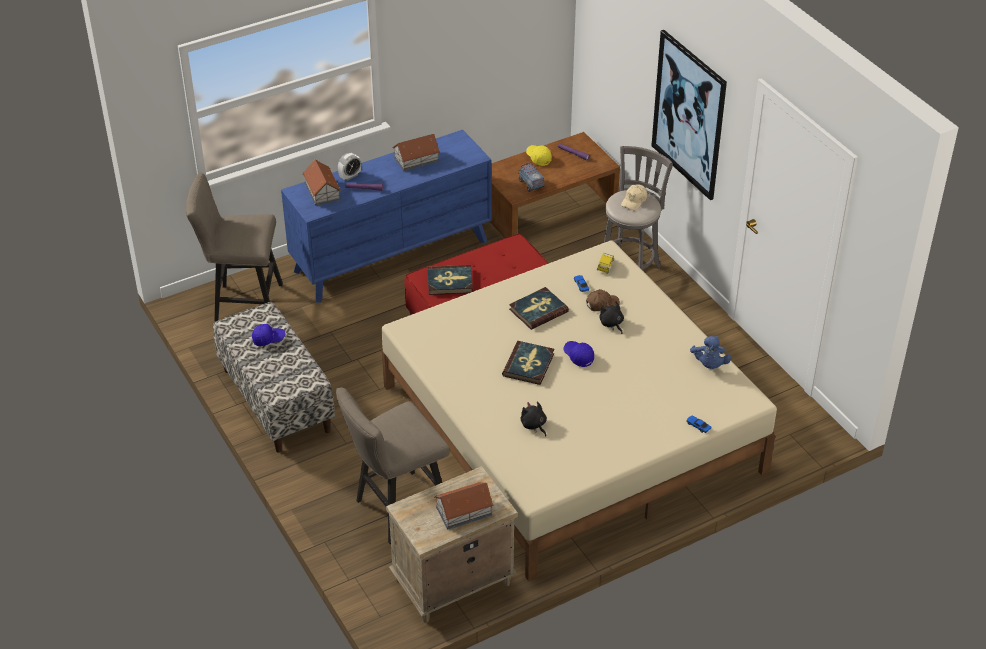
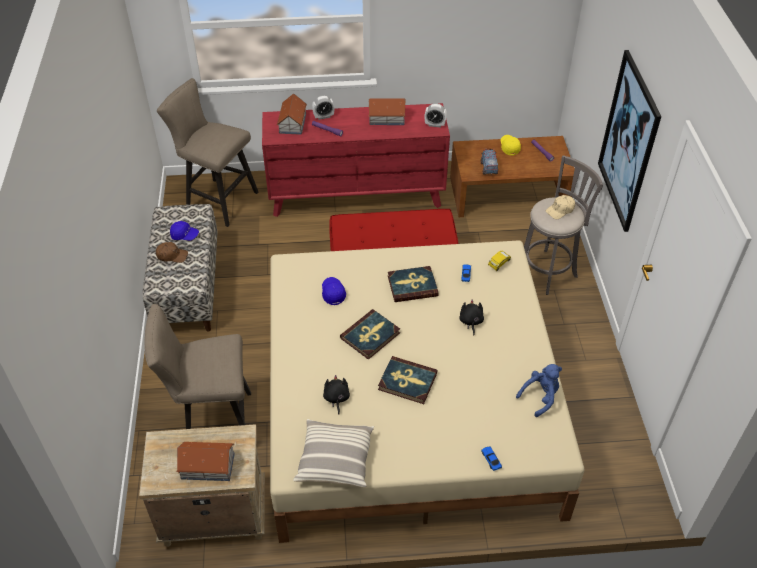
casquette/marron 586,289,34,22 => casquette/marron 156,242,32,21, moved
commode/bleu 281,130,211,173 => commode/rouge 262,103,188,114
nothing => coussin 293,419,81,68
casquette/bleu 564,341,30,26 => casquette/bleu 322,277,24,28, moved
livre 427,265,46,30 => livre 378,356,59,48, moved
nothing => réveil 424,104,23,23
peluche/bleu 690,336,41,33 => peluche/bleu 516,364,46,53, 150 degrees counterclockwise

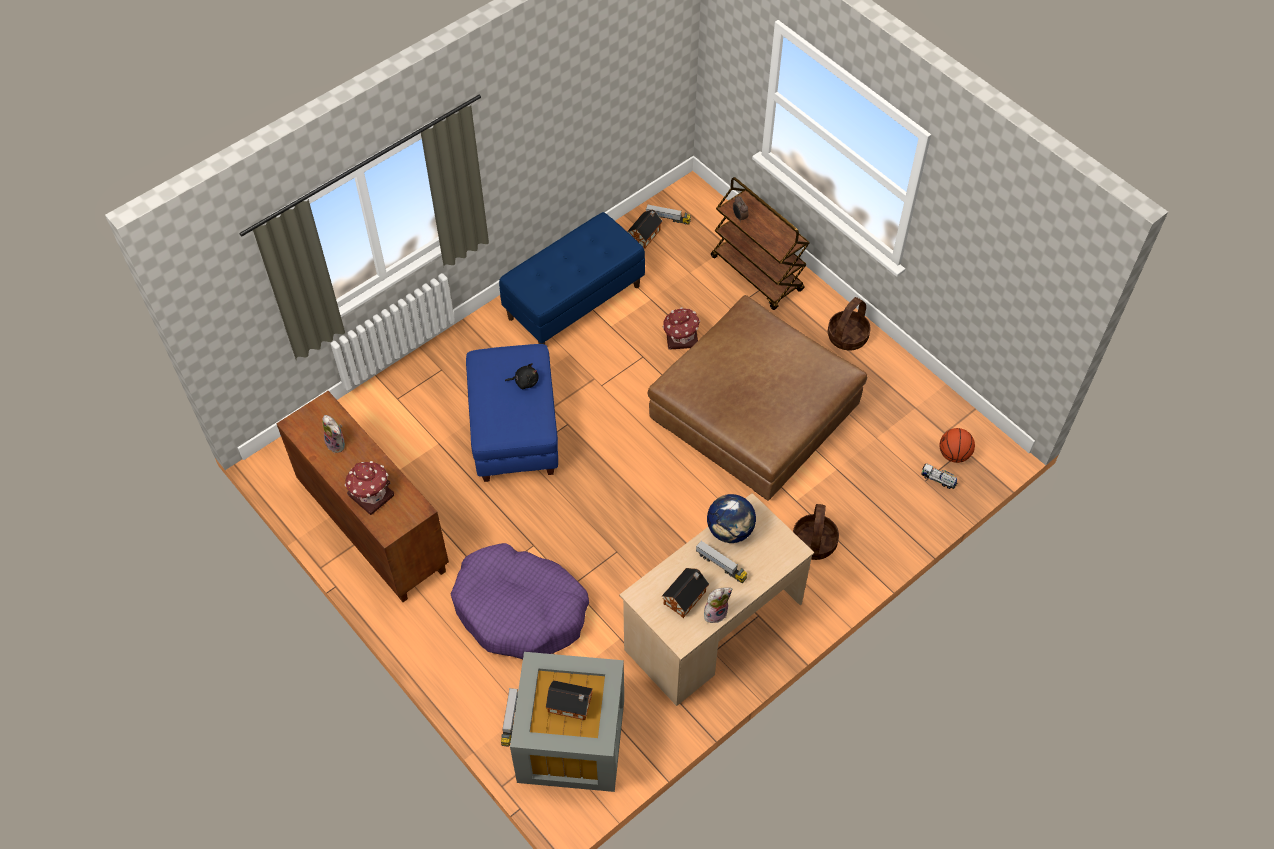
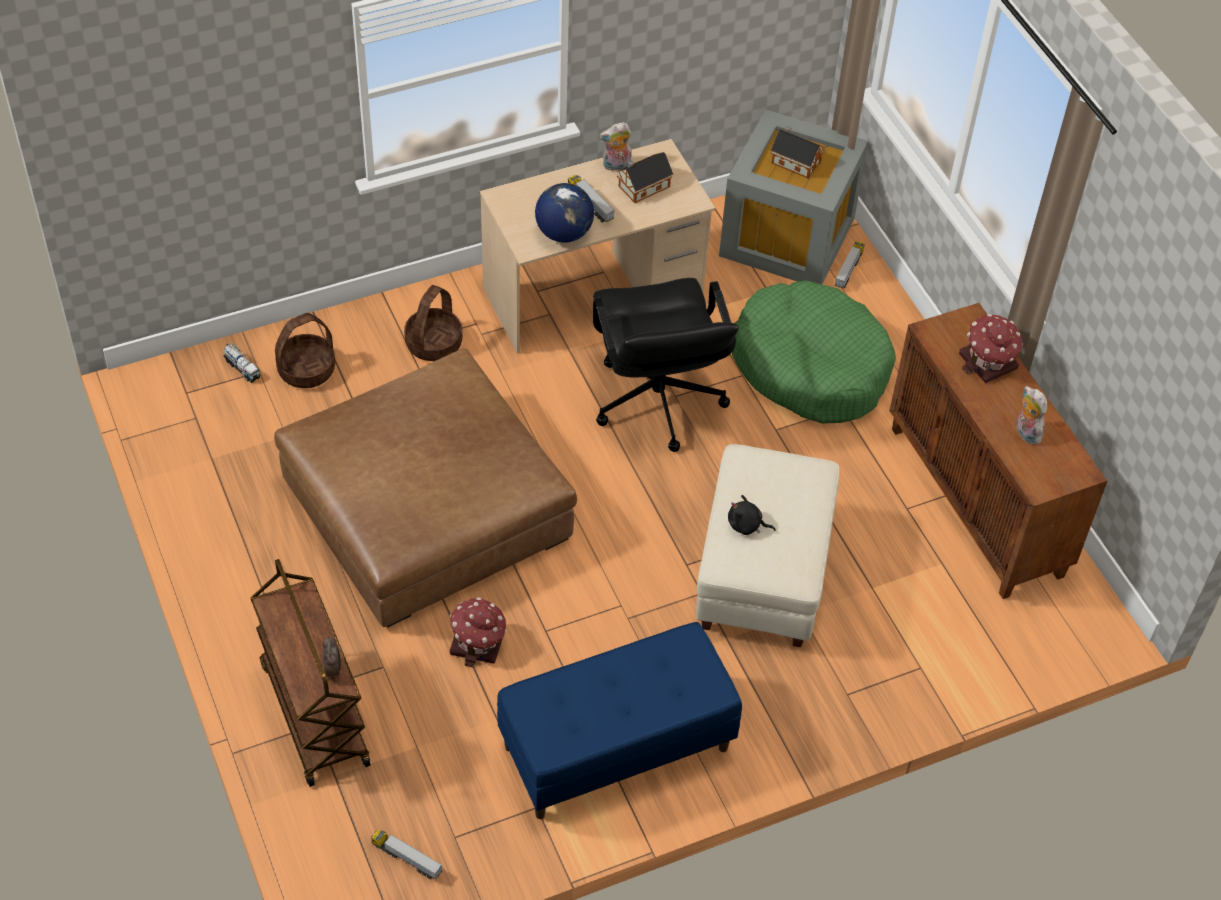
panier 828,297,43,53 => panier 275,313,60,75, moved
nothing => chaise de bureau/noir 593,278,146,174
pouf/bleu 466,344,92,138 => pouf/beige 696,444,144,203
panier pour chien/violet 451,543,138,116 => panier pour chien/vert 732,280,164,144
maison miniature 627,209,36,40 => nothing
ballon de basket 939,428,36,35 => nothing

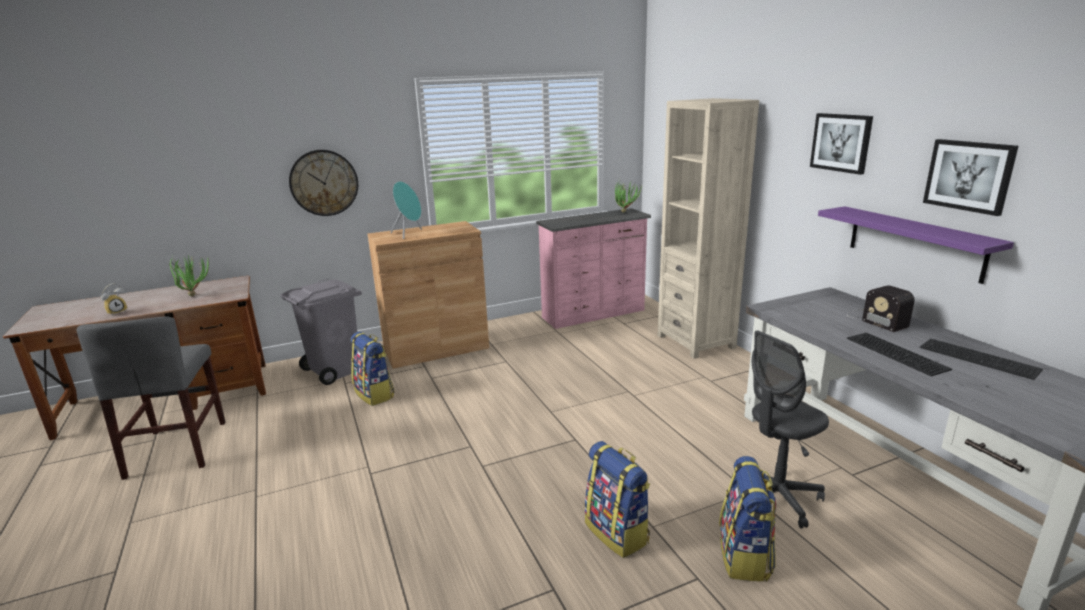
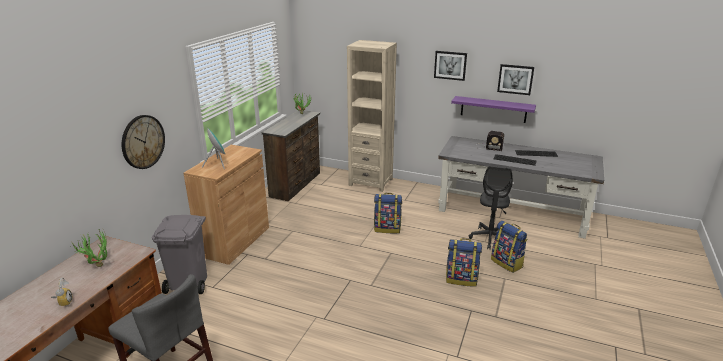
commode/rose 536,208,115,121 => commode/marron 262,110,58,91
sac à dos 350,332,44,74 => sac à dos 374,193,28,40, moved

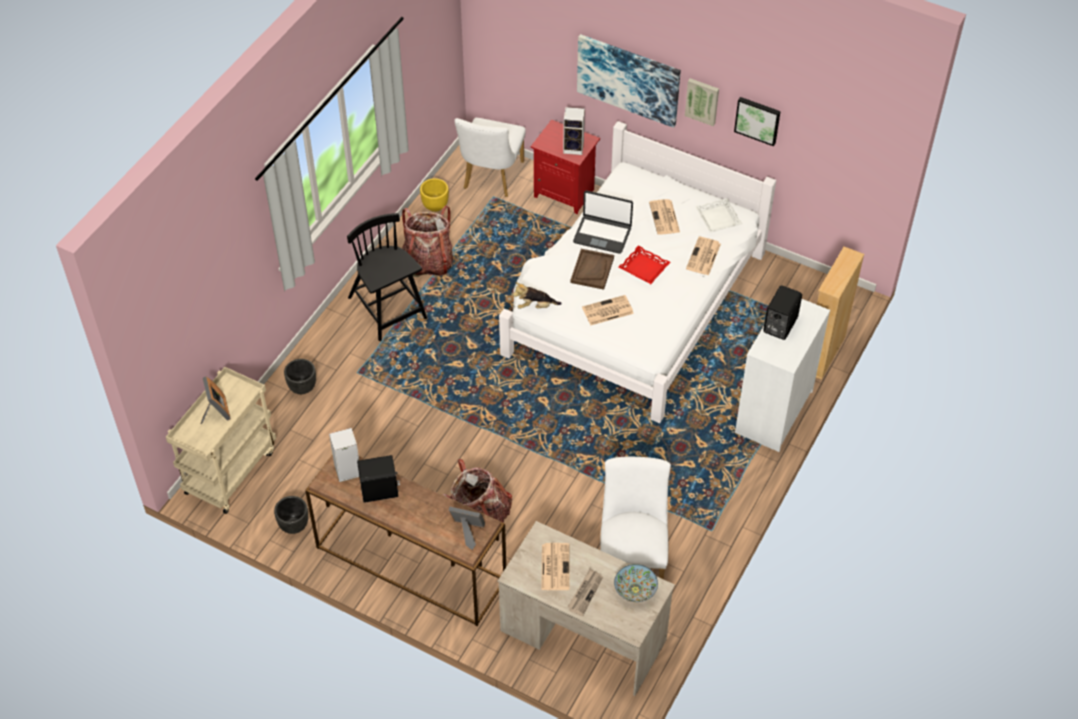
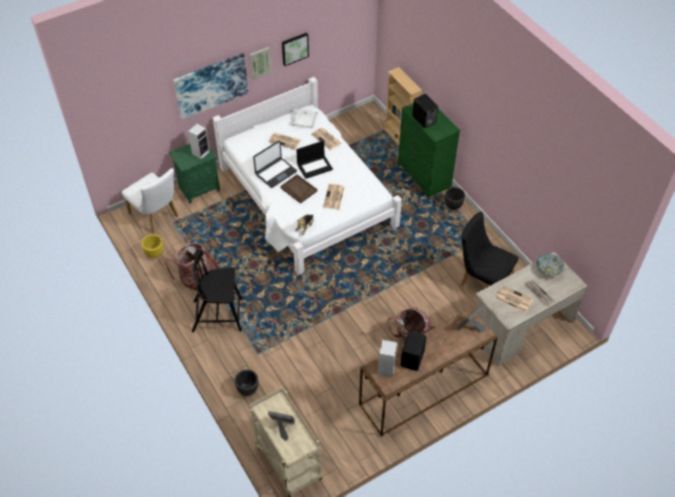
table de chevet/rouge 531,119,69,95 => table de chevet/vert 169,144,51,60
plateau/rouge 619,246,52,38 => ordinateur portable 296,141,37,38
commode/blanc 735,299,95,153 => commode/vert 398,103,62,95
cache-pot/noir 274,496,34,38 => cache-pot/noir 445,187,20,23, moved
chaise/blanc 600,457,71,122 => chaise/noir 460,212,58,74

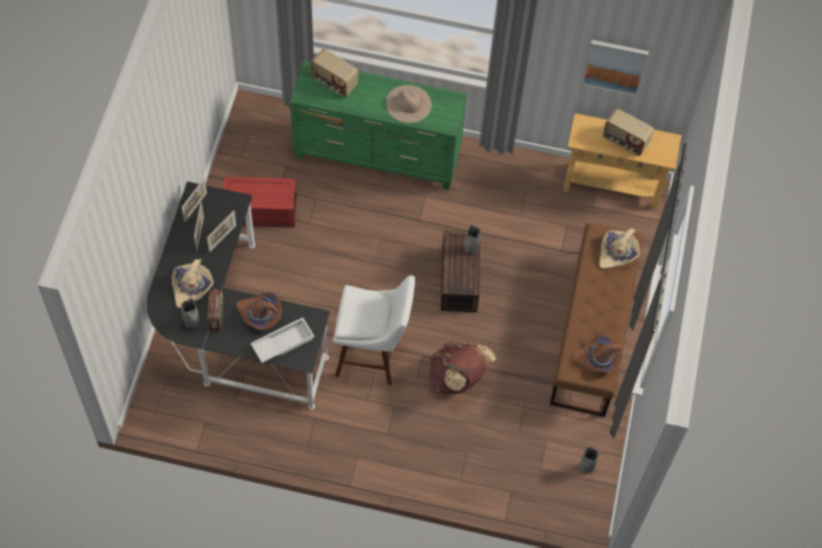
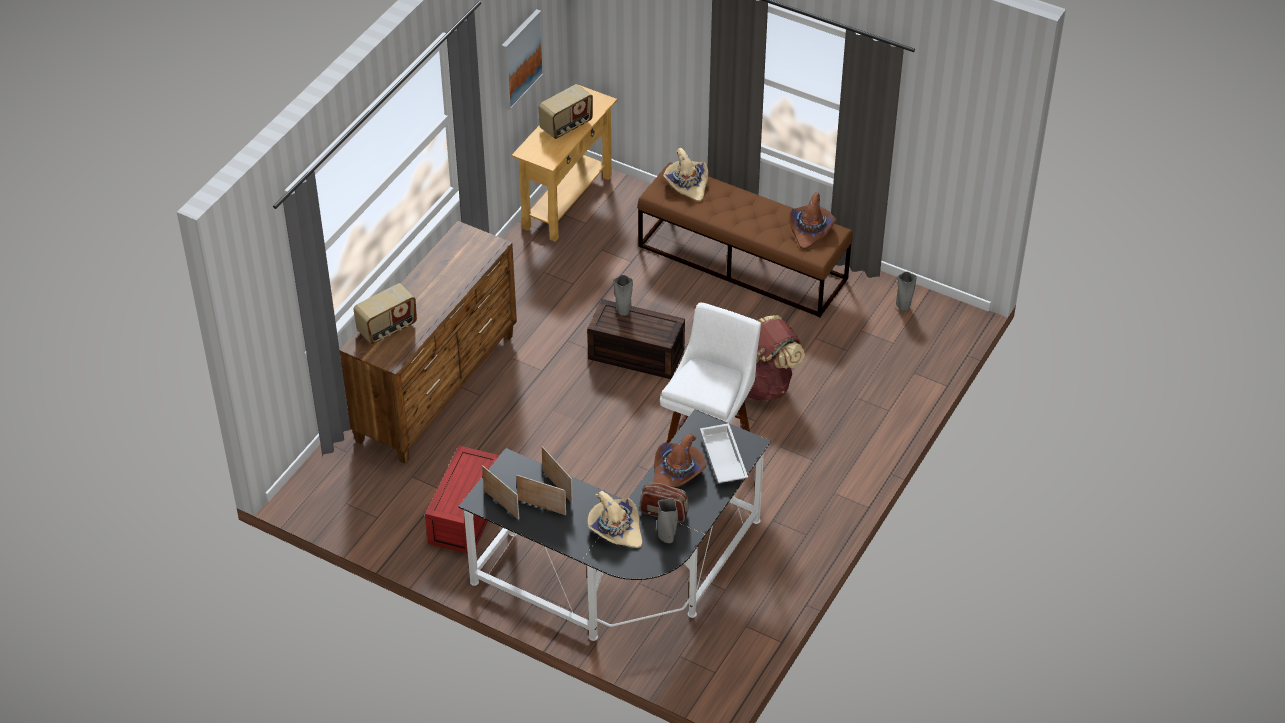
commode/vert 290,60,177,130 => commode/marron 339,221,178,243
chapeau/beige 386,85,46,38 => nothing

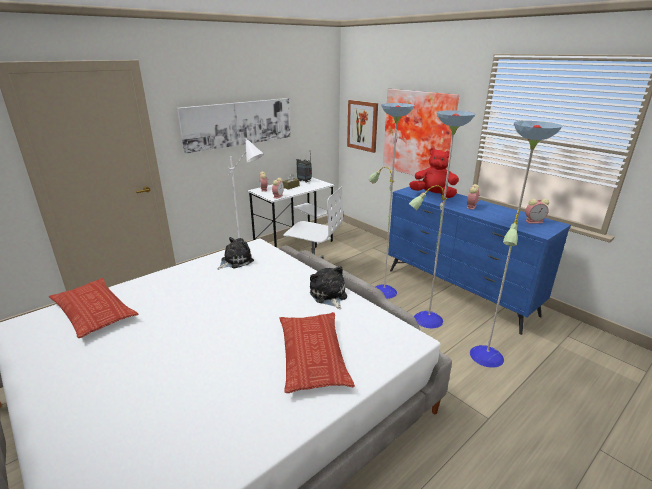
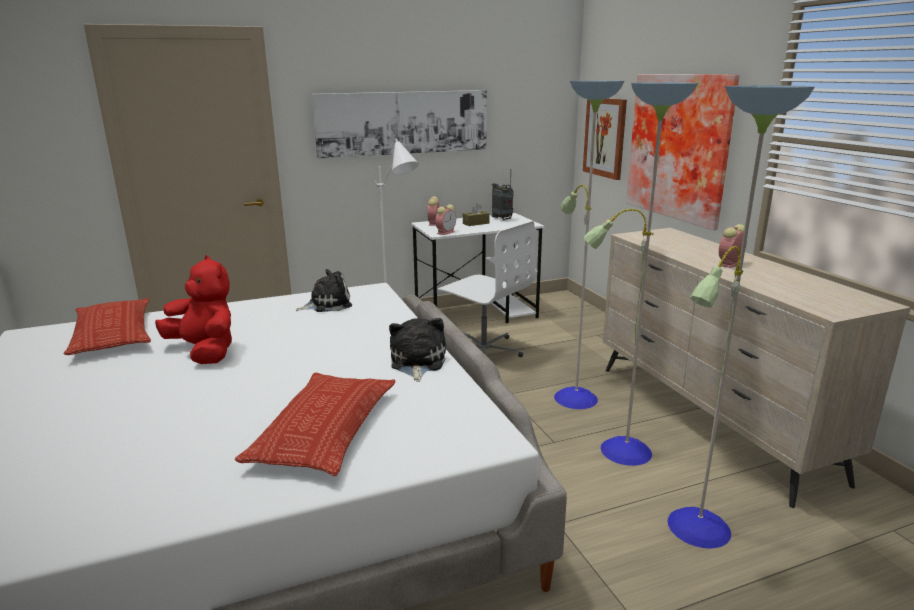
peluche/rouge 409,148,50,50 => peluche/rouge 155,255,77,109, moved
commode/bleu 388,186,183,149 => commode/beige 603,228,308,280
réveil 525,199,24,25 => nothing

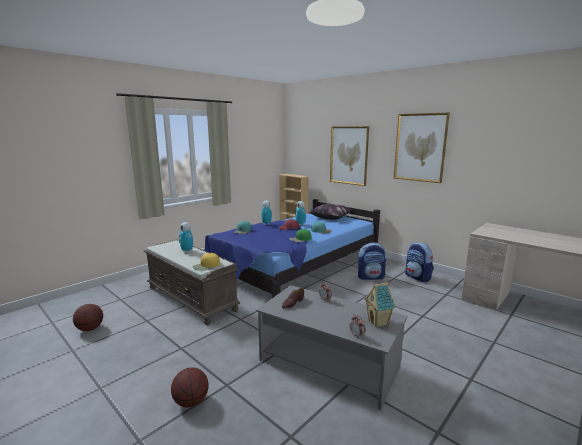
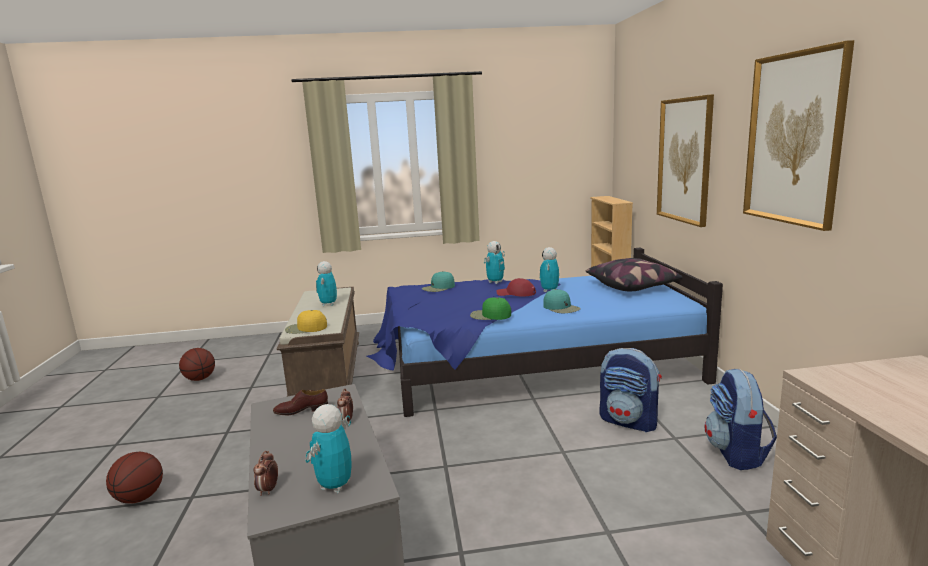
maison miniature 364,282,32,45 => robot jouet 305,404,47,89

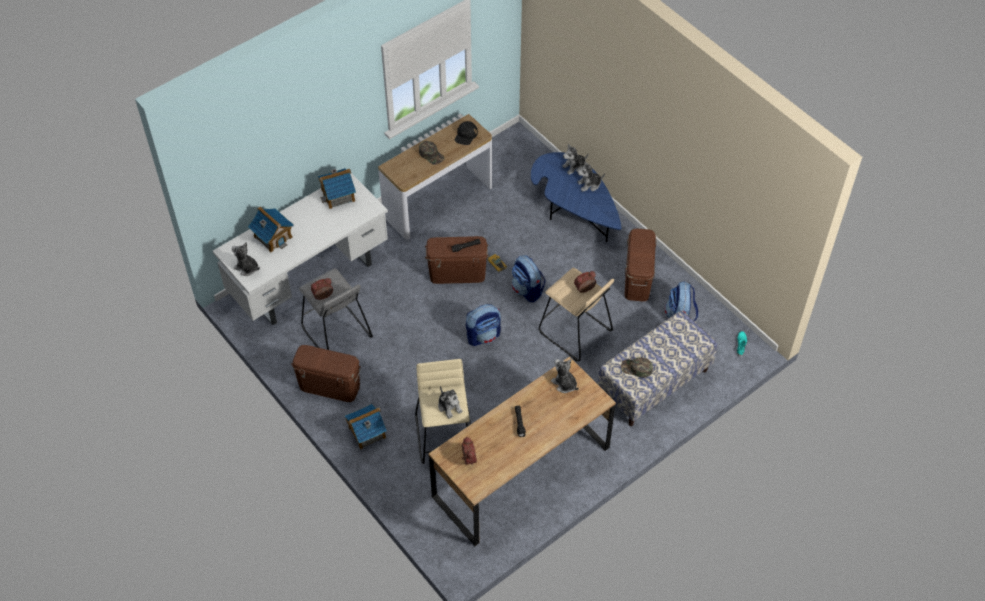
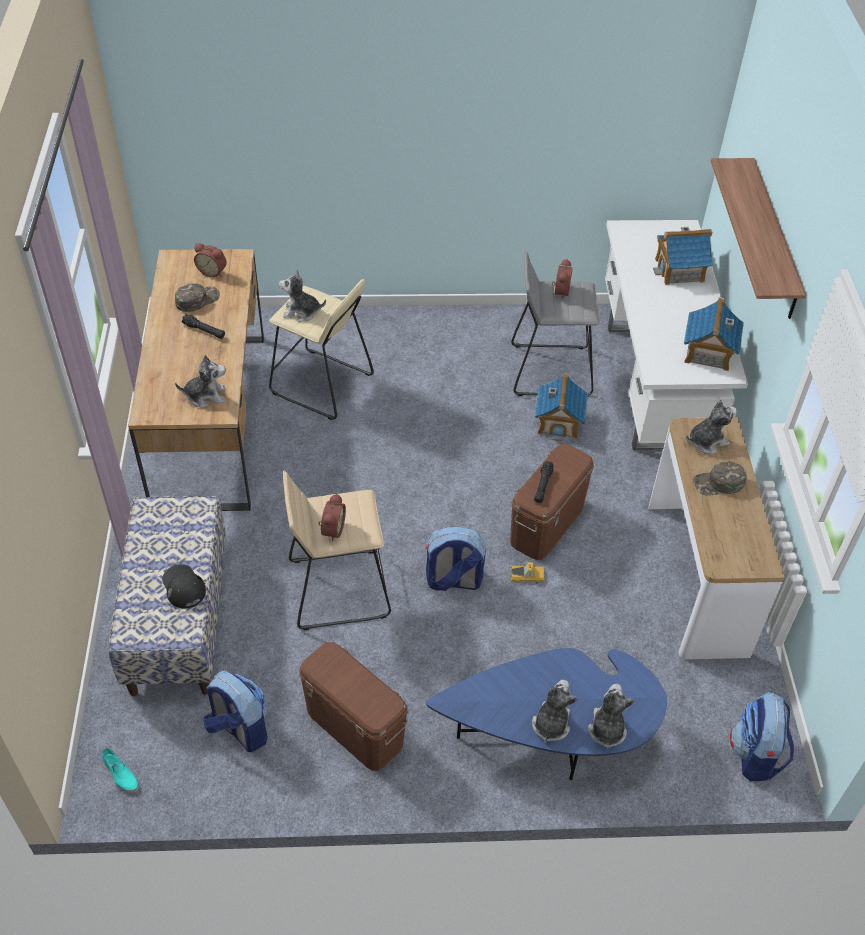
casquette/noir 454,121,24,24 => casquette/noir 162,564,44,45, moved
casquette/vert 621,357,32,21 => casquette/vert 175,284,45,28, moved
maison miniature 345,404,42,46 => maison miniature 535,373,53,68, moved
peluche 232,242,28,34 => peluche 686,400,52,54, moved
nothing => étagère 711,158,95,161
sac à dos 466,304,35,42 => sac à dos 730,692,64,89, moved
boîte de rangement/marron 291,345,70,57 => nothing

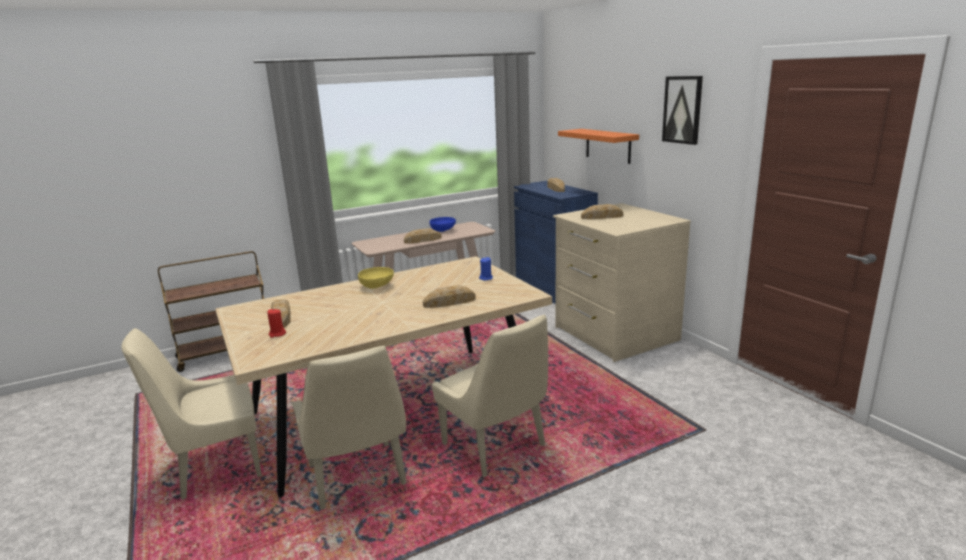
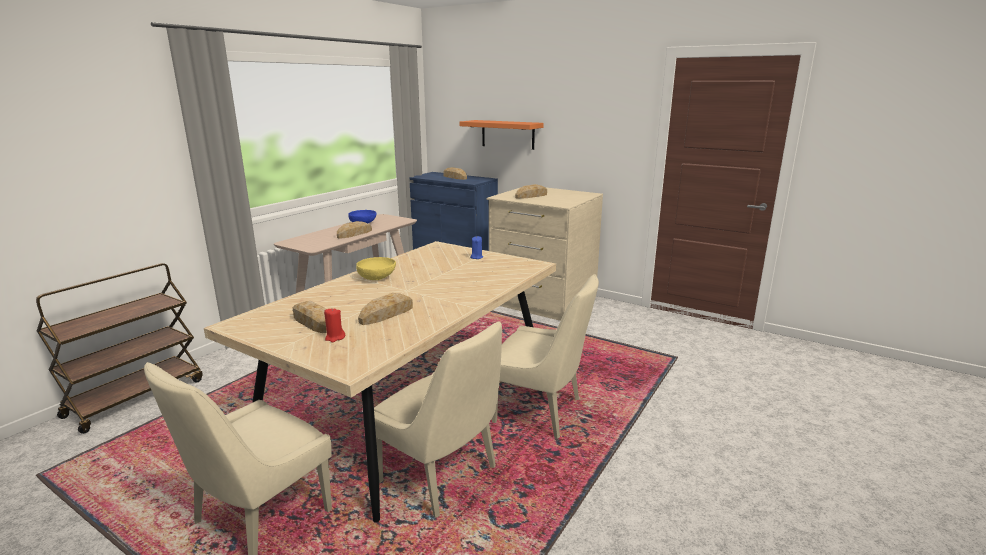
pain 423,285,53,23 => pain 358,293,55,32, moved
tableau 662,76,41,69 => nothing

